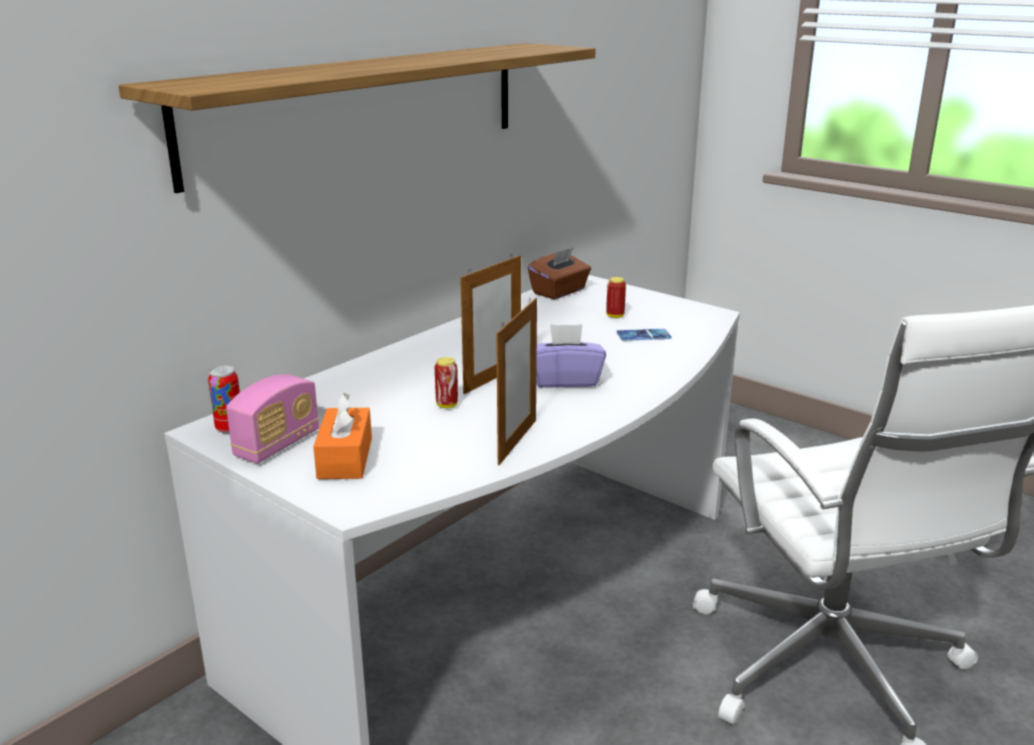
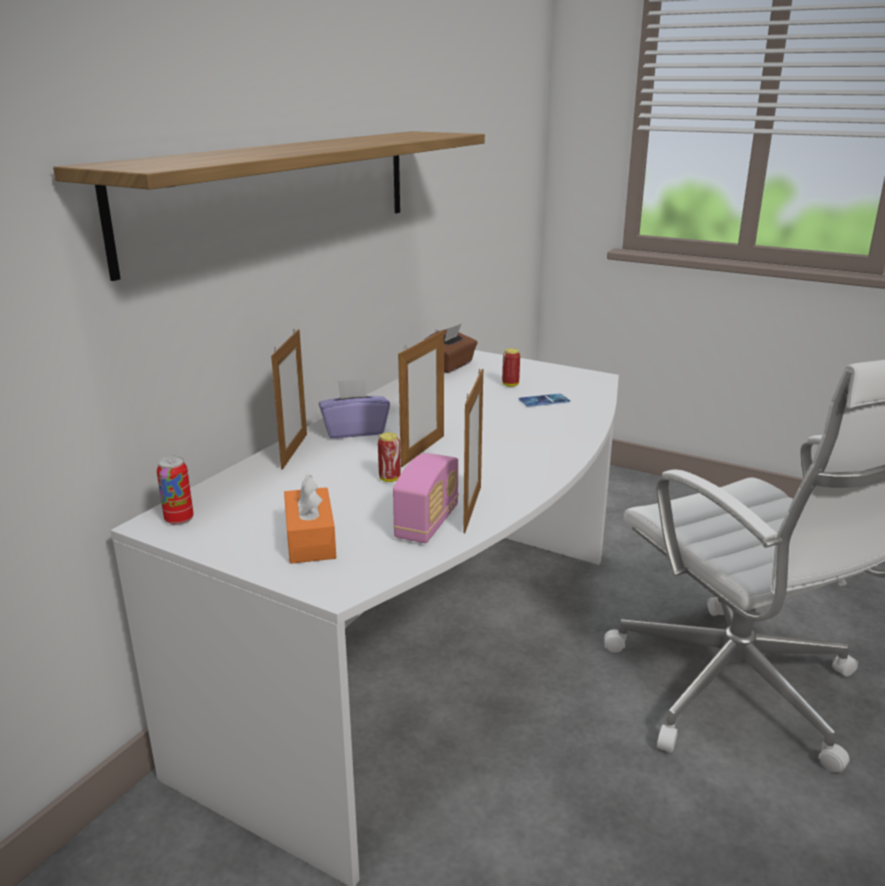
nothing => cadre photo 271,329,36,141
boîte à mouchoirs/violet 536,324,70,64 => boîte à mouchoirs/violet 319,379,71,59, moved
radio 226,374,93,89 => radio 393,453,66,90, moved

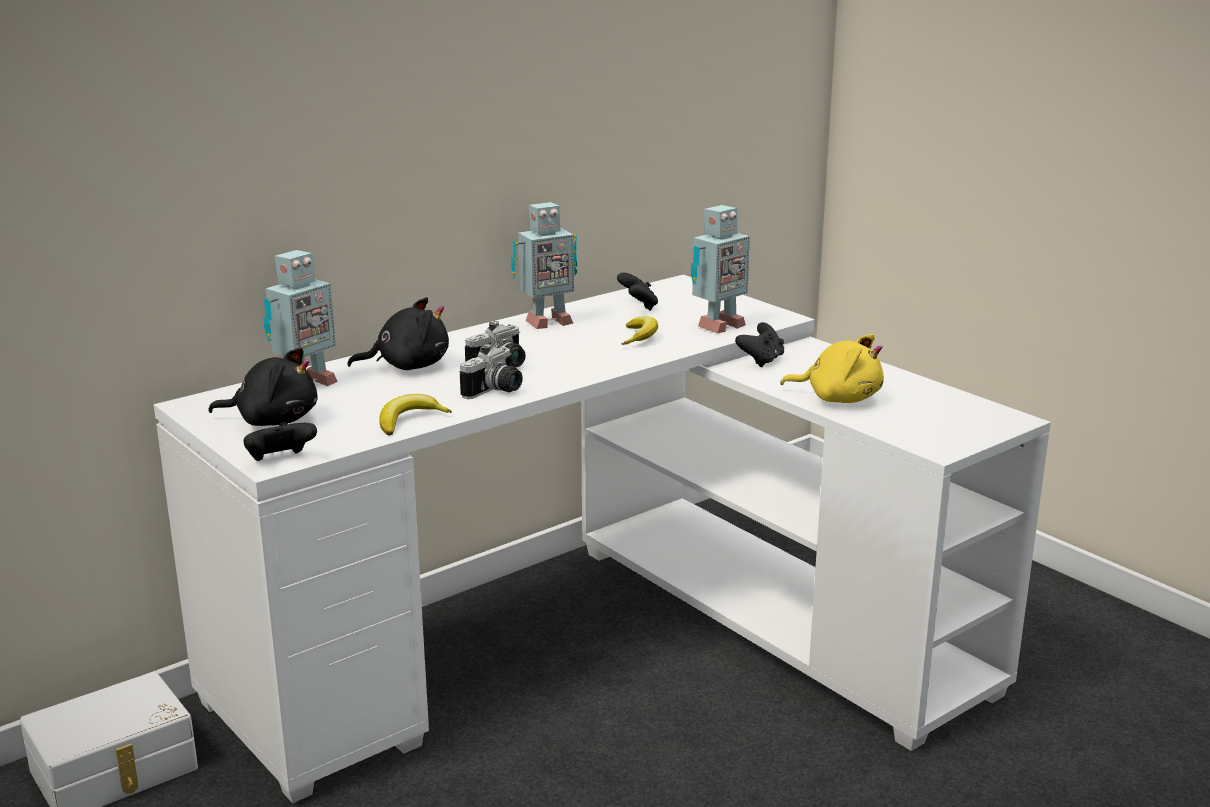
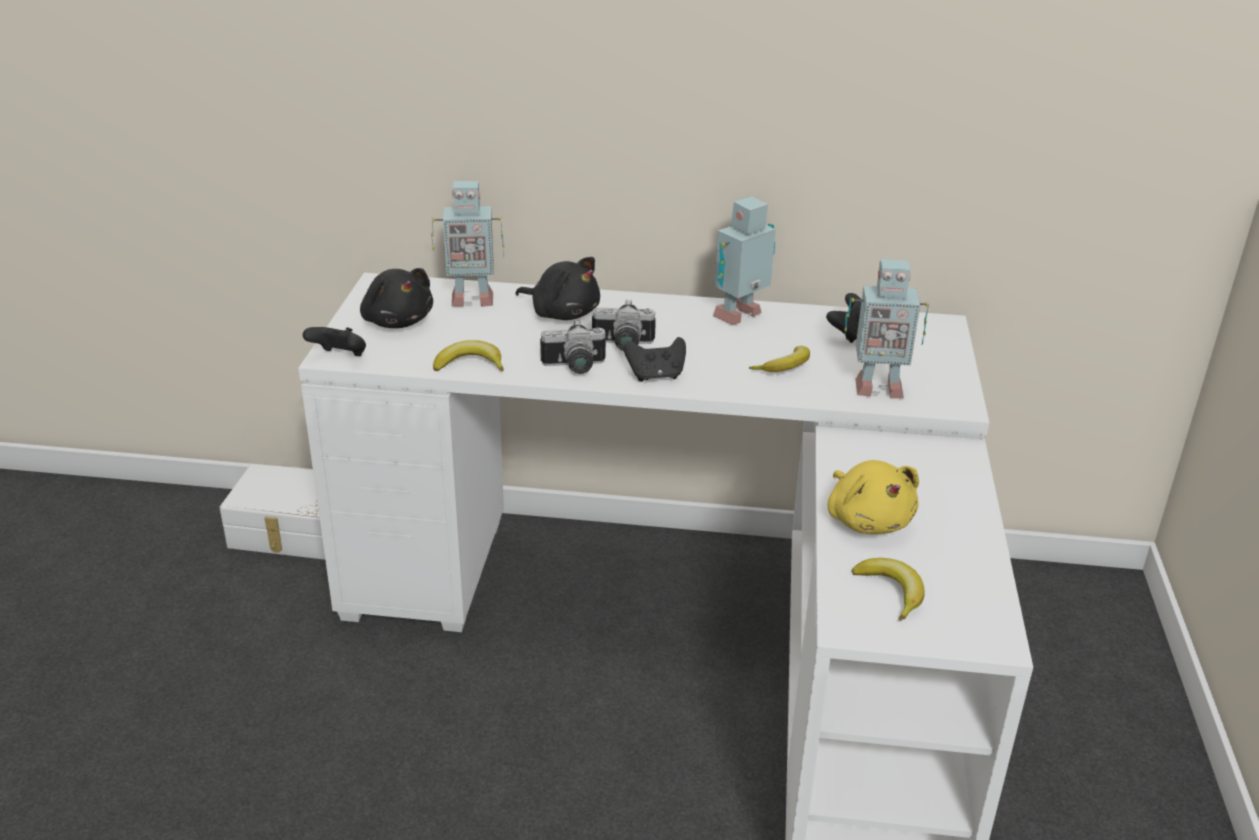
manette/noir 735,322,49,45 => manette/noir 624,337,62,45, moved
robot jouet 511,202,67,127 => robot jouet 713,196,63,129, 120 degrees clockwise
nothing => banane 852,558,73,63

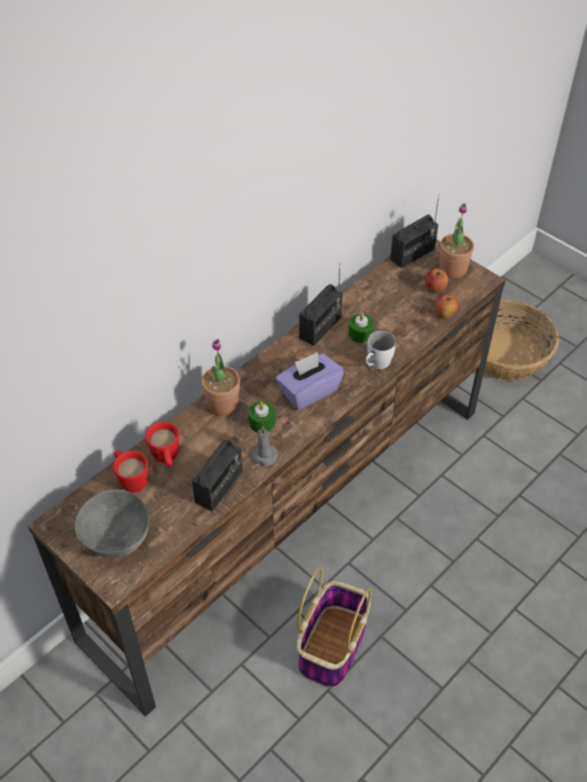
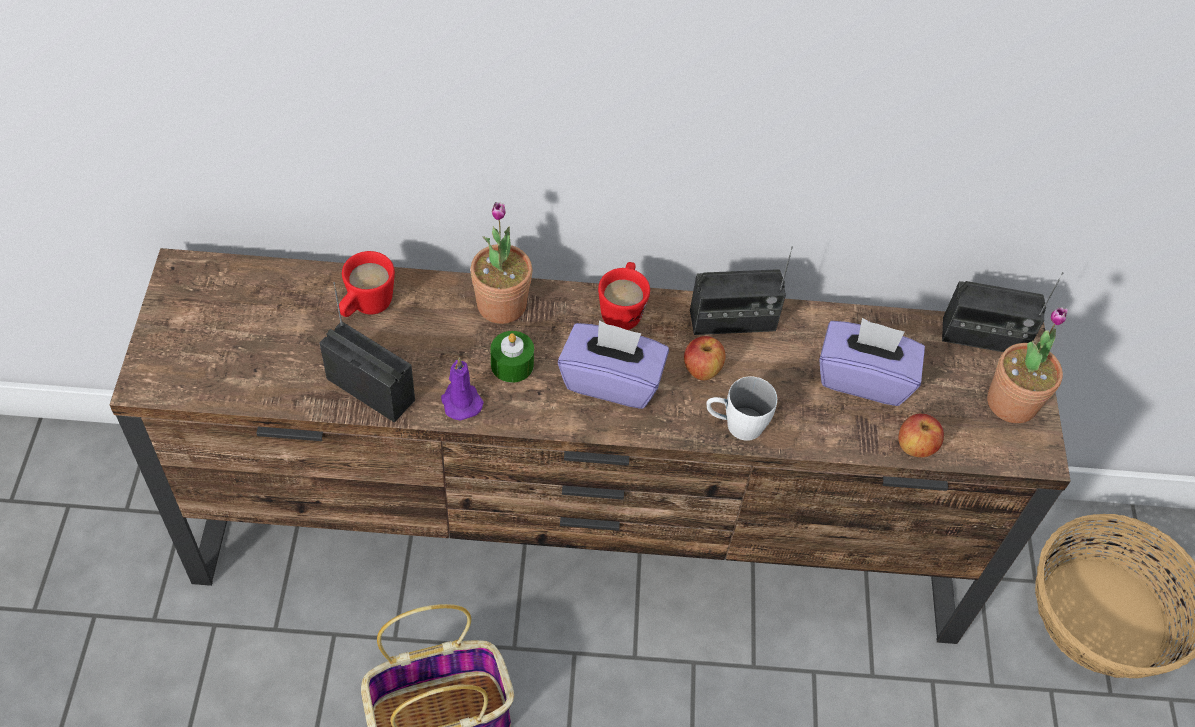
radio 192,421,51,91 => radio 320,282,95,140, 135 degrees counterclockwise
bougie/gris 249,426,29,40 => bougie/violet 441,358,43,63
mug/rouge 113,450,35,43 => mug/rouge 598,262,52,68, moved
pomme 425,268,23,25 => pomme 684,336,41,44, moved
nothing => boîte à mouchoirs/violet 819,318,106,88
bol/gris 74,490,76,68 => nothing
bougie/vert 348,313,26,30 => nothing

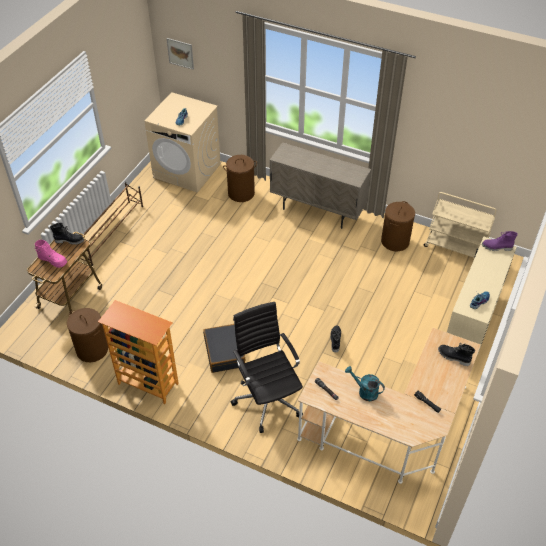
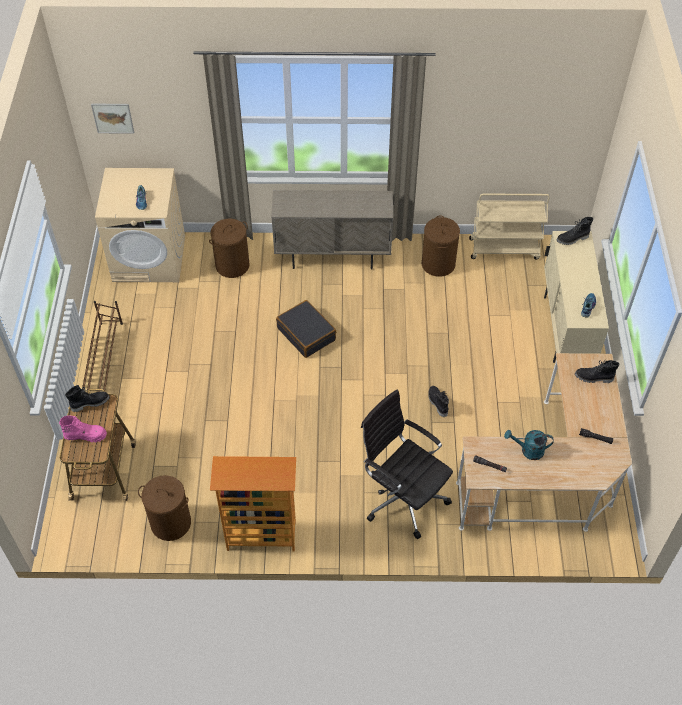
valise/noir 203,324,42,49 => valise/noir 276,300,60,58, moved
botte/violet 482,231,36,20 => botte/noir 557,217,36,28

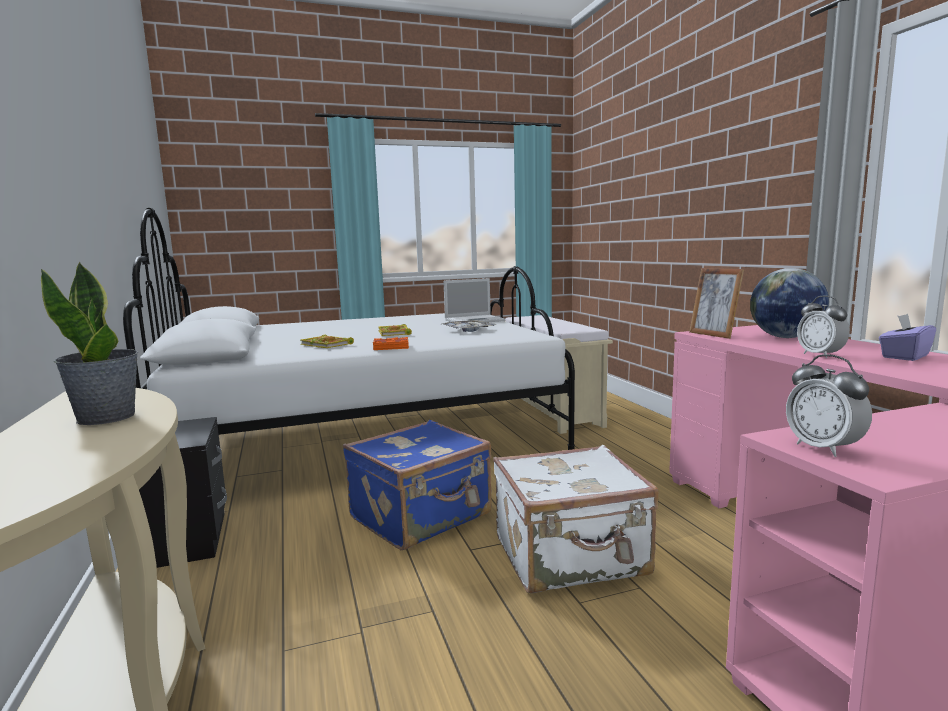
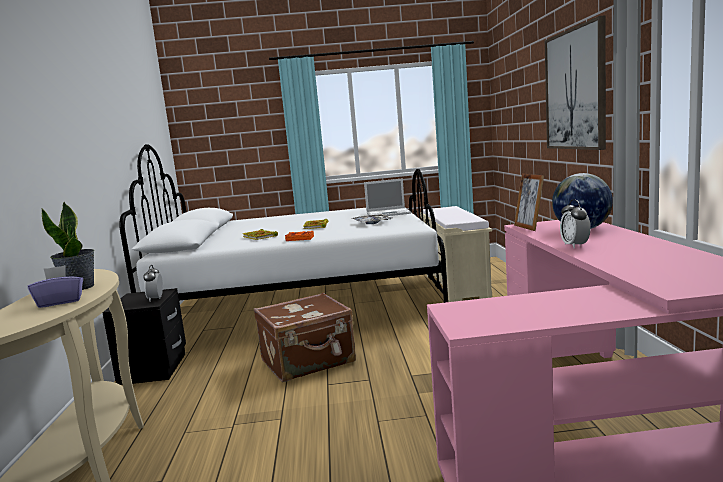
boîte à mouchoirs/violet 879,314,57,47 => boîte à mouchoirs/violet 28,265,55,43, moved
réveil 786,354,86,103 => réveil 143,265,20,36, moved
valise/bleu 343,420,149,130 => valise/marron 254,293,102,89
nothing => tableau 545,15,61,135
valise/blanc 493,445,166,148 => nothing

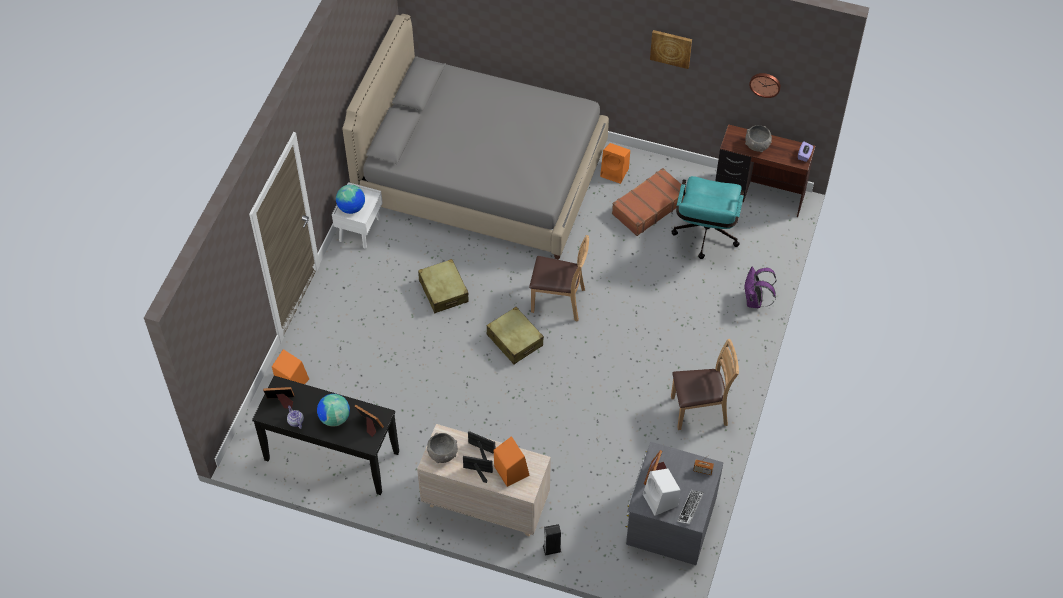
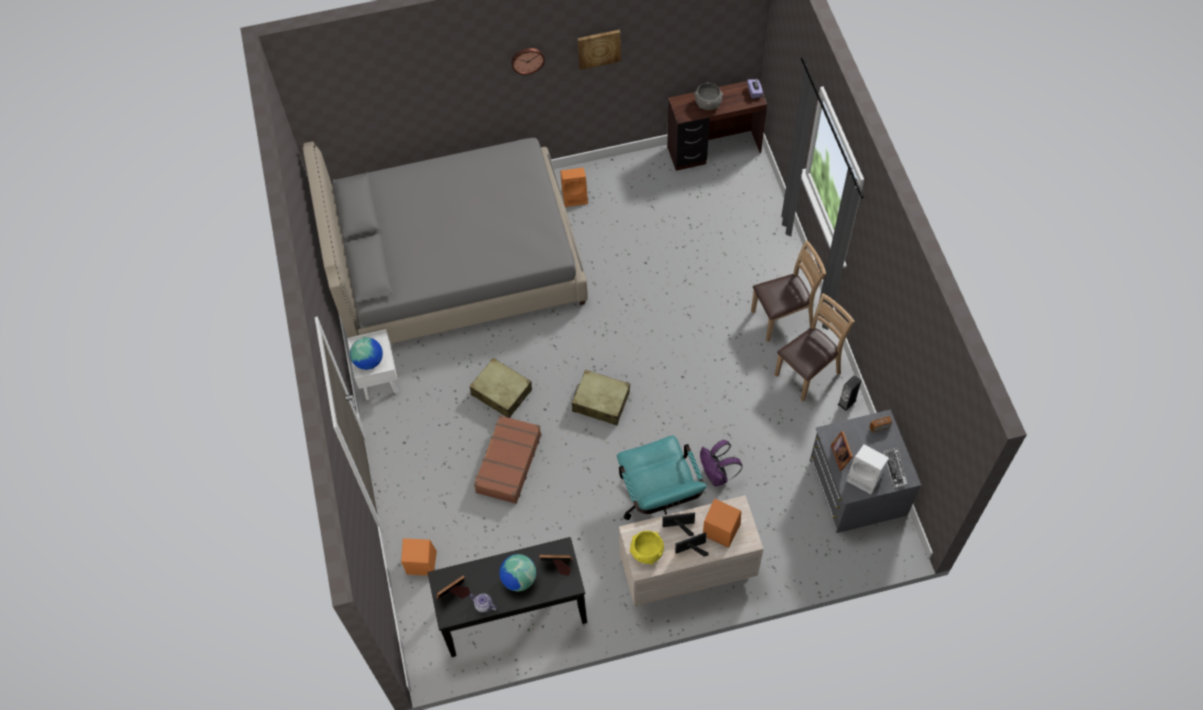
valise/marron 612,168,74,68 => valise/marron 474,415,68,89, moved
horloge murale 749,73,32,25 => horloge murale 511,48,34,27, moved
chaise de bureau/turquoise 671,176,73,83 => chaise de bureau/turquoise 617,436,90,84, moved
bol/gris 427,433,31,30 => bol/jaune 630,531,34,34
sac à dos/violet 744,267,32,41 => sac à dos/violet 700,440,43,46, moved
chaise/marron 529,235,60,87 => chaise/marron 751,241,75,101, moved
enceinte 543,524,18,32 => enceinte 838,375,23,36, moved

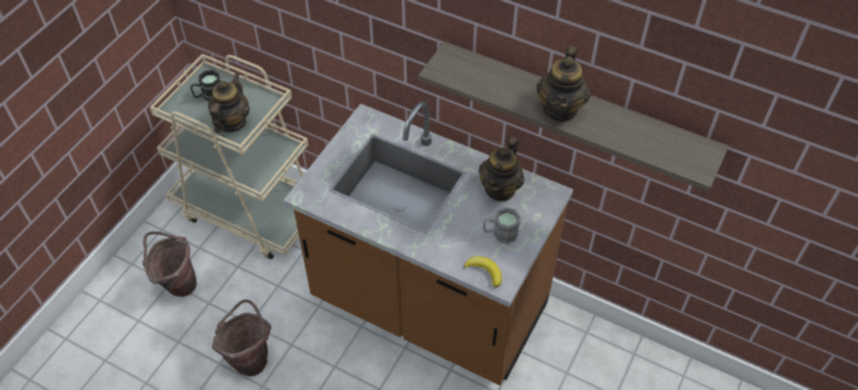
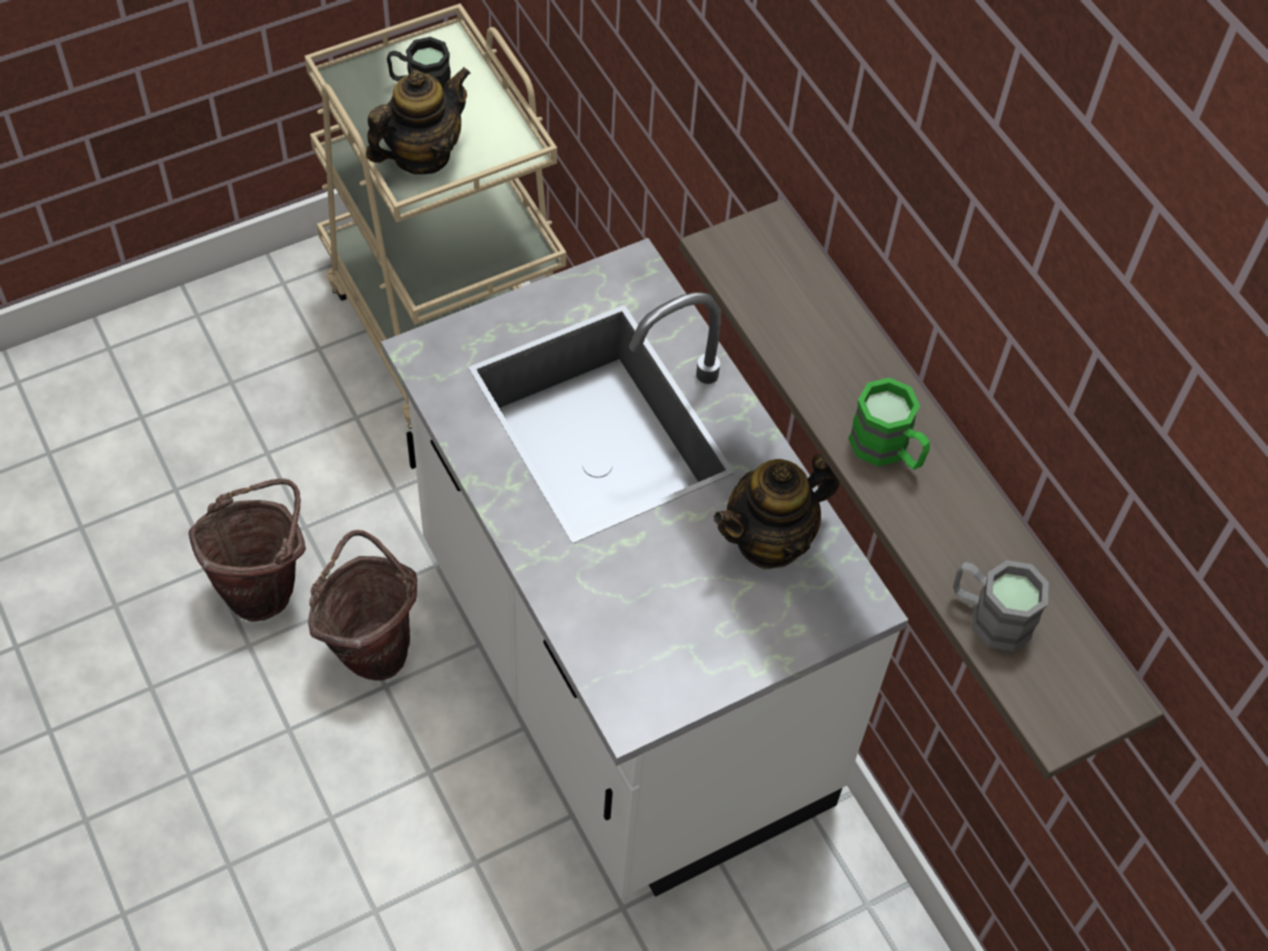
seau/marron 142,231,55,66 => seau/marron 308,530,109,151, moved
comptoir de cuisine/marron 283,101,290,284 => comptoir de cuisine/blanc 381,238,527,660
théière 536,46,55,76 => mug/vert 848,377,82,93
mug/gris 483,207,37,37 => mug/gris 953,560,96,91, moved
banane 464,256,38,32 => nothing

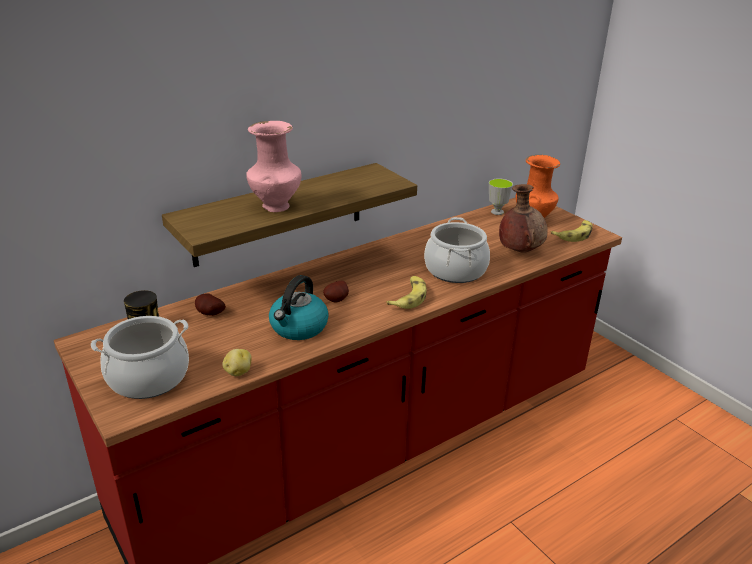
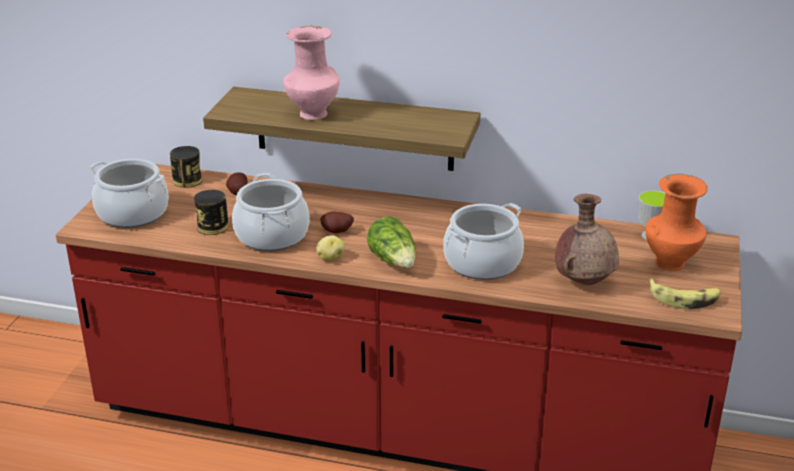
nothing => boîte métallique 194,190,34,45
bouilloire 269,275,60,65 => marmite 232,173,78,78
pomme de terre 222,349,30,27 => pomme de terre 317,235,28,25, moved
banane 386,276,41,33 => laitue 367,216,49,52

